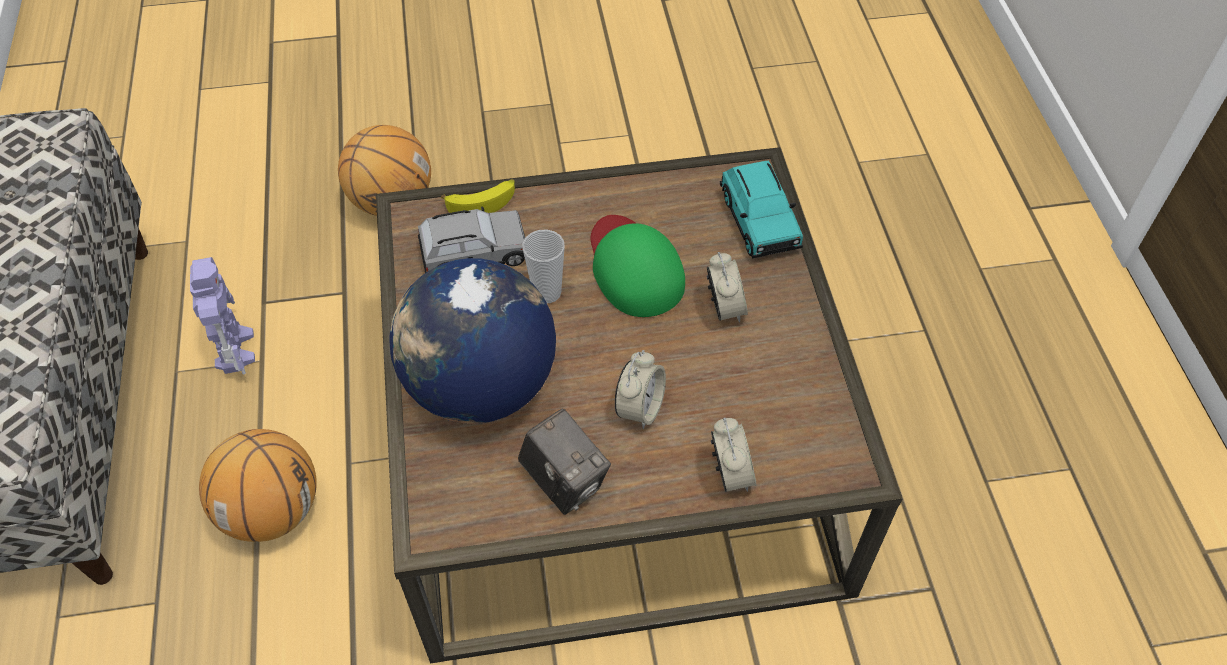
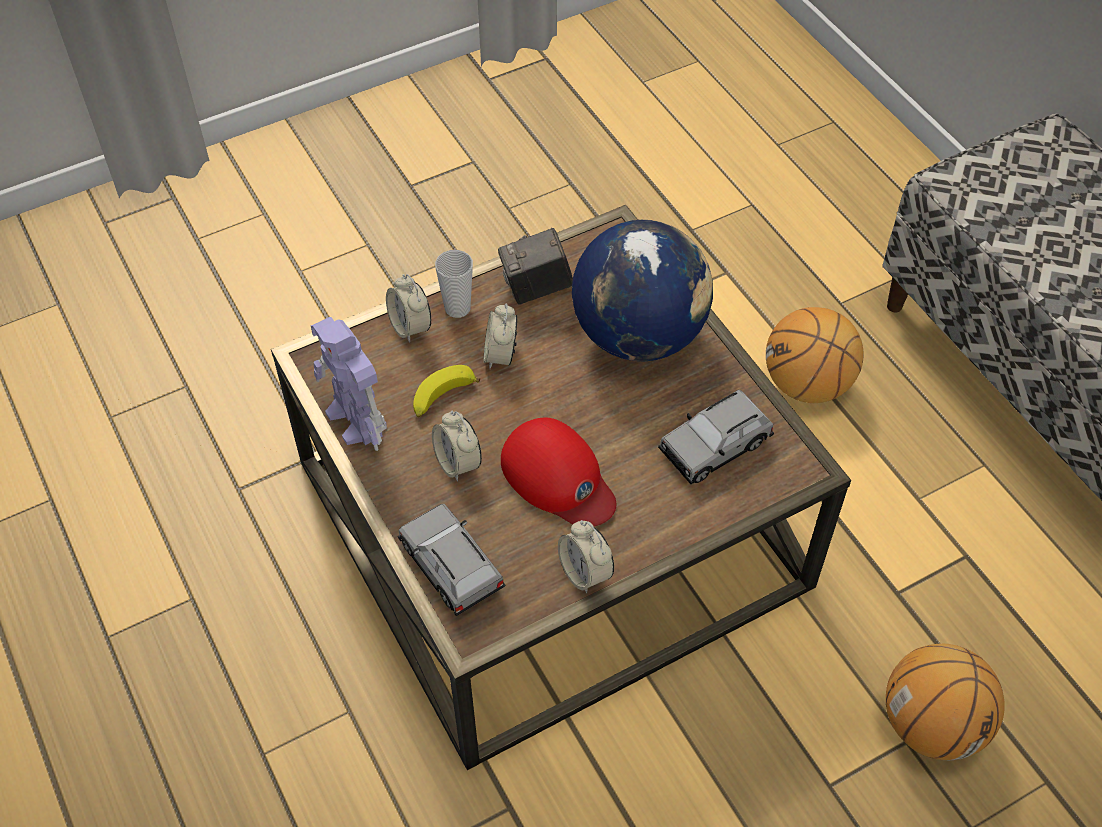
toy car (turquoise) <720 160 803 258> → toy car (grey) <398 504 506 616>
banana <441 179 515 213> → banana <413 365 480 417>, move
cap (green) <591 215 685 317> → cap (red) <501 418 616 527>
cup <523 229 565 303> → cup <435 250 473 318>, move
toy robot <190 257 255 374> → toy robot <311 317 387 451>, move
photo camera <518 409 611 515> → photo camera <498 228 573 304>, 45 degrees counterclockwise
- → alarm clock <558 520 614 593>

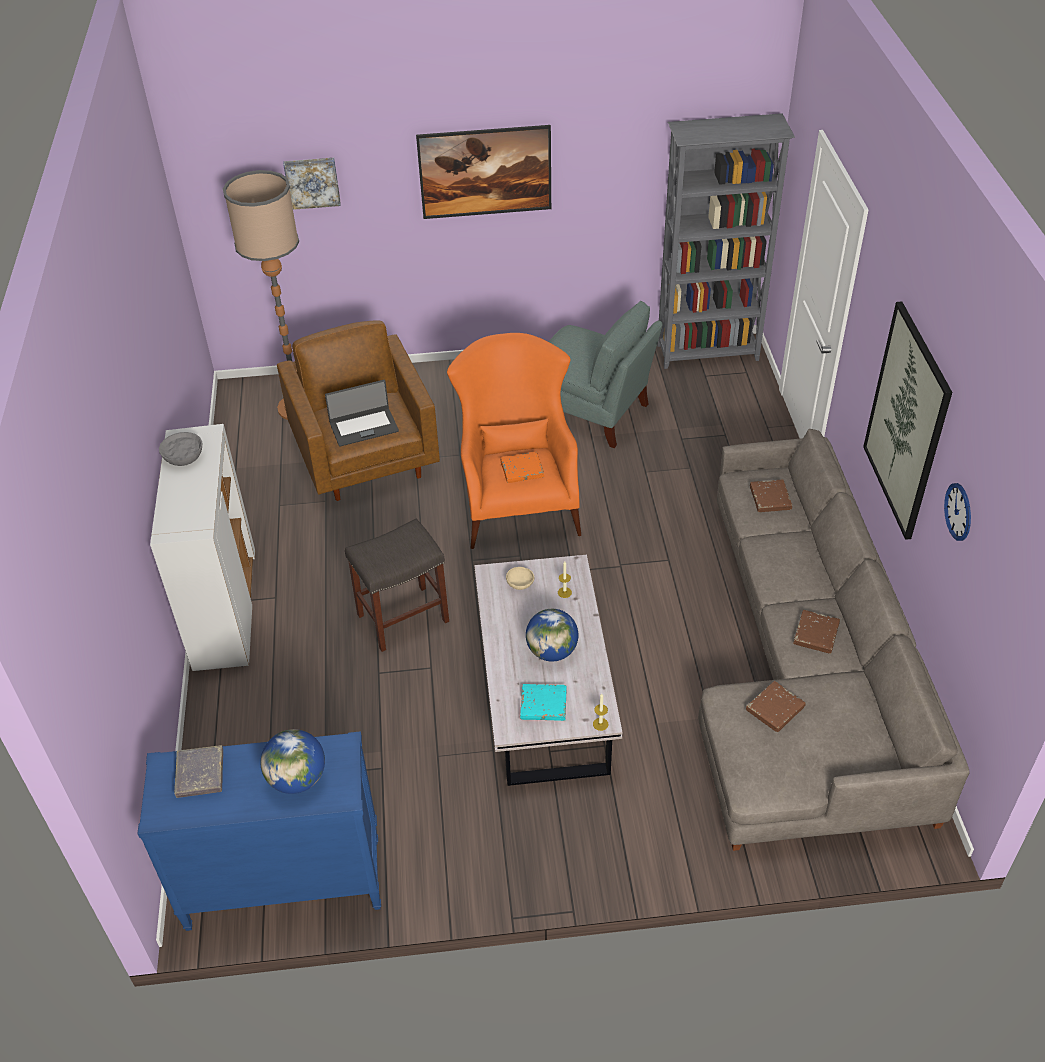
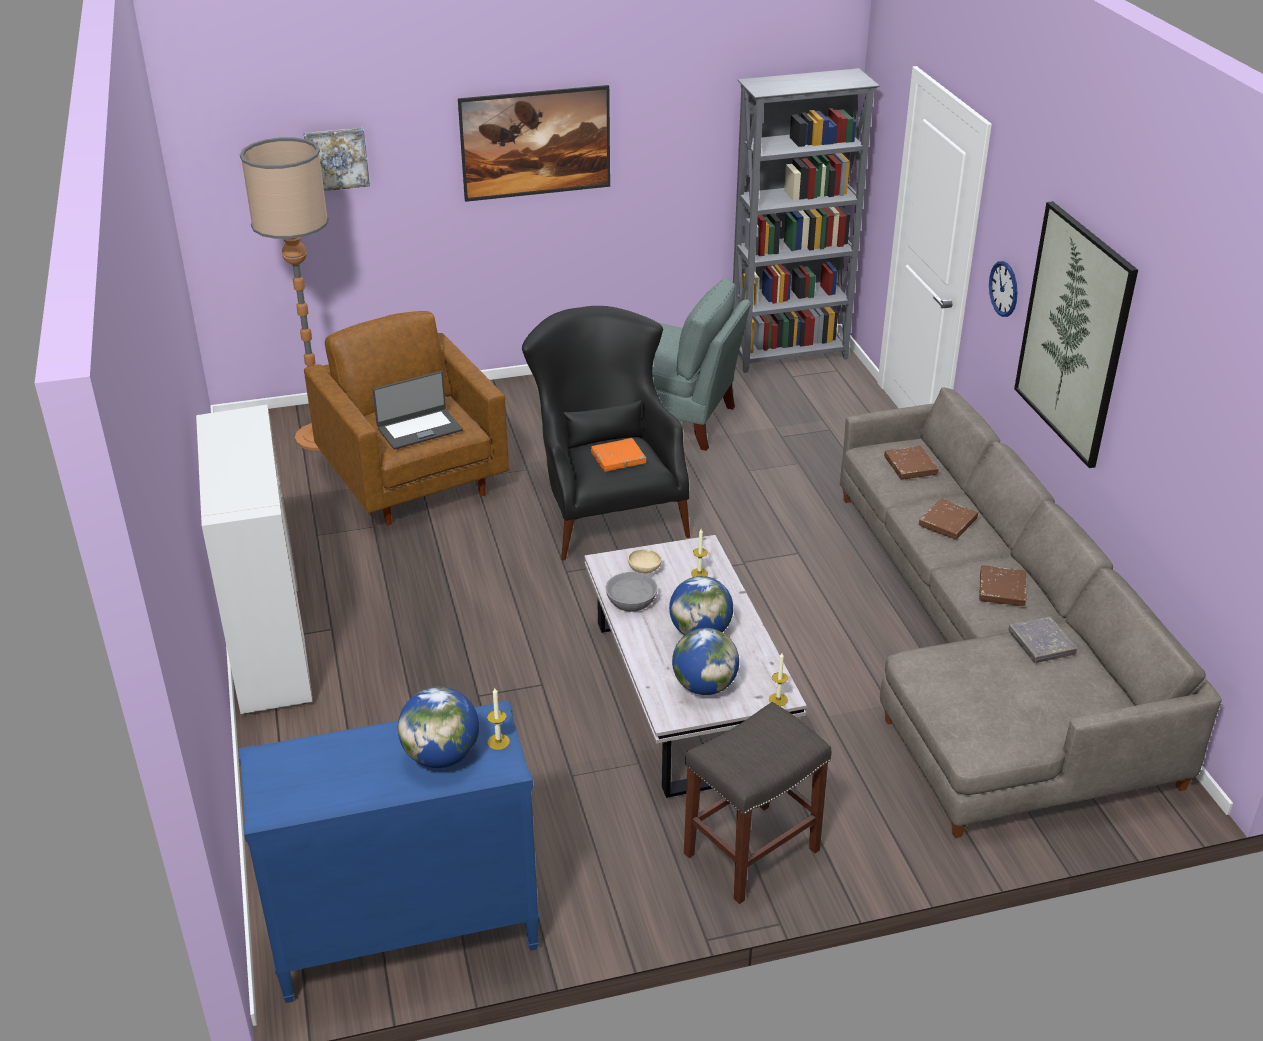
armchair (orange) <447 333 581 549> → armchair (black) <522 306 690 561>
bowl (grey) <159 432 202 466> → bowl (grey) <605 572 657 612>, move
wall clock <944 483 971 541> → wall clock <989 261 1018 317>, move
stool (grey) <345 519 449 652> → stool (grey) <684 702 831 904>, move
book (brown) <746 681 806 732> → book (brown) <918 498 978 539>, move
book (turquoise) <520 684 567 721> → globe <672 628 739 695>
book (grey) <174 745 223 798> → book (grey) <1008 617 1077 663>, move
- → candle <487 688 510 750>

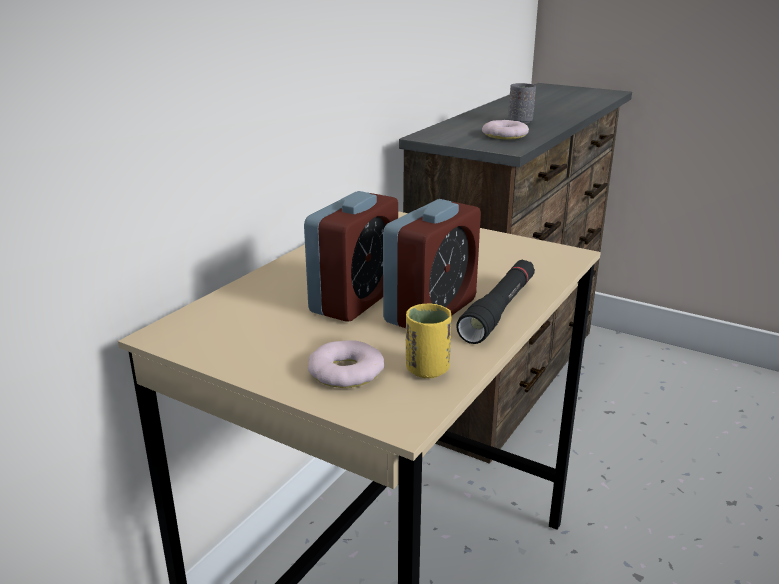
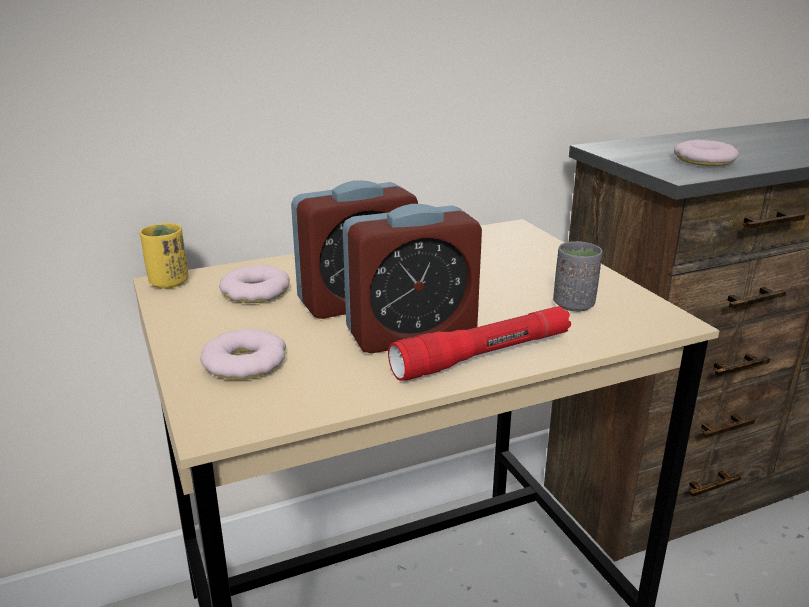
cup (grey) <508 83 536 124> → cup (grey) <553 241 603 312>, move
flashlight (black) <456 260 535 344> → flashlight (red) <388 306 571 381>
cup (yellow) <406 303 451 378> → cup (yellow) <140 223 189 289>, move
- → donut <219 265 290 303>

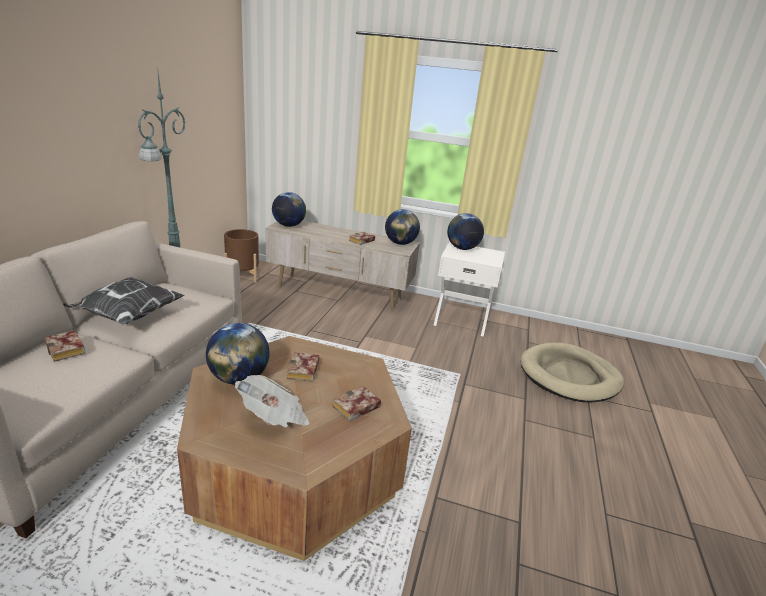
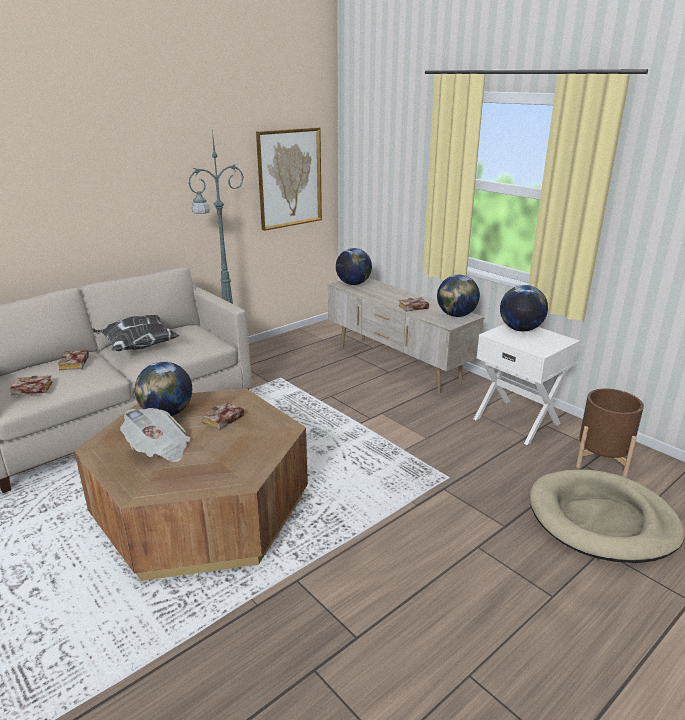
planter (brown) <224 229 259 283> → planter (brown) <576 388 644 478>, move
book <333 386 381 422> → book <10 376 53 395>, move
- → picture <256 127 322 231>

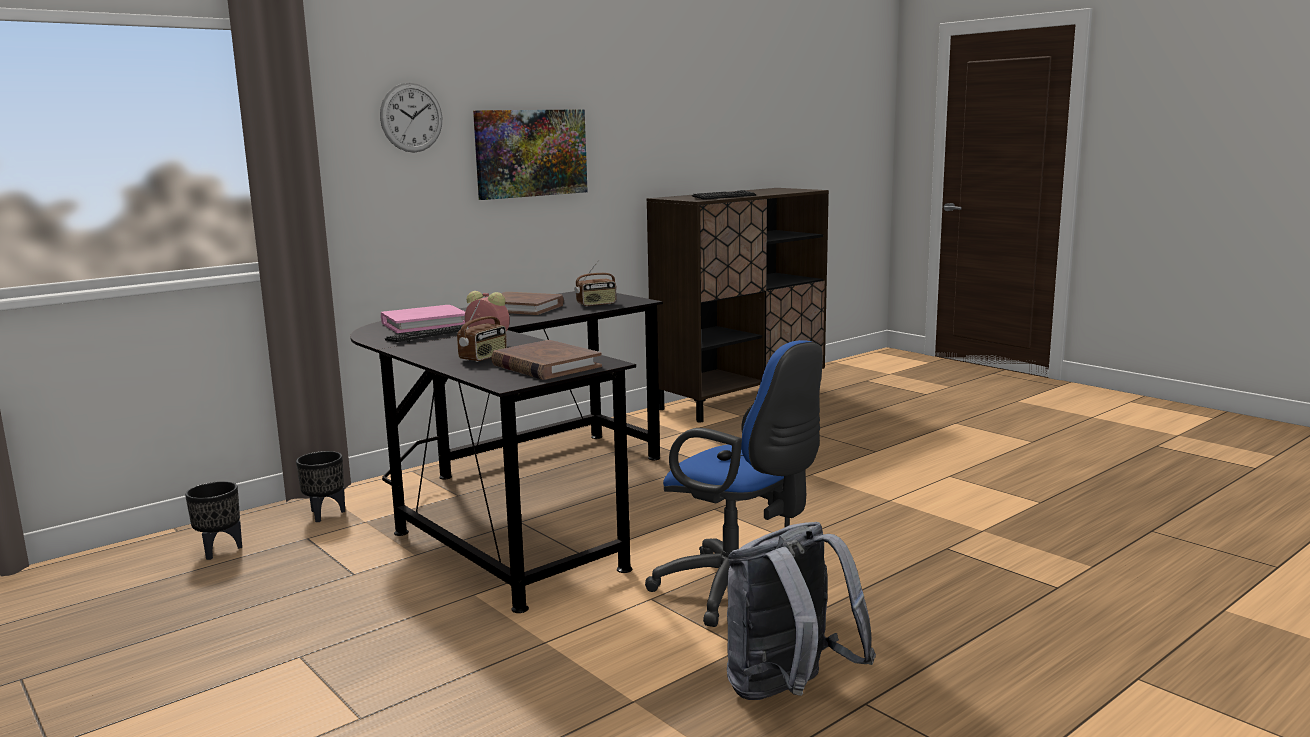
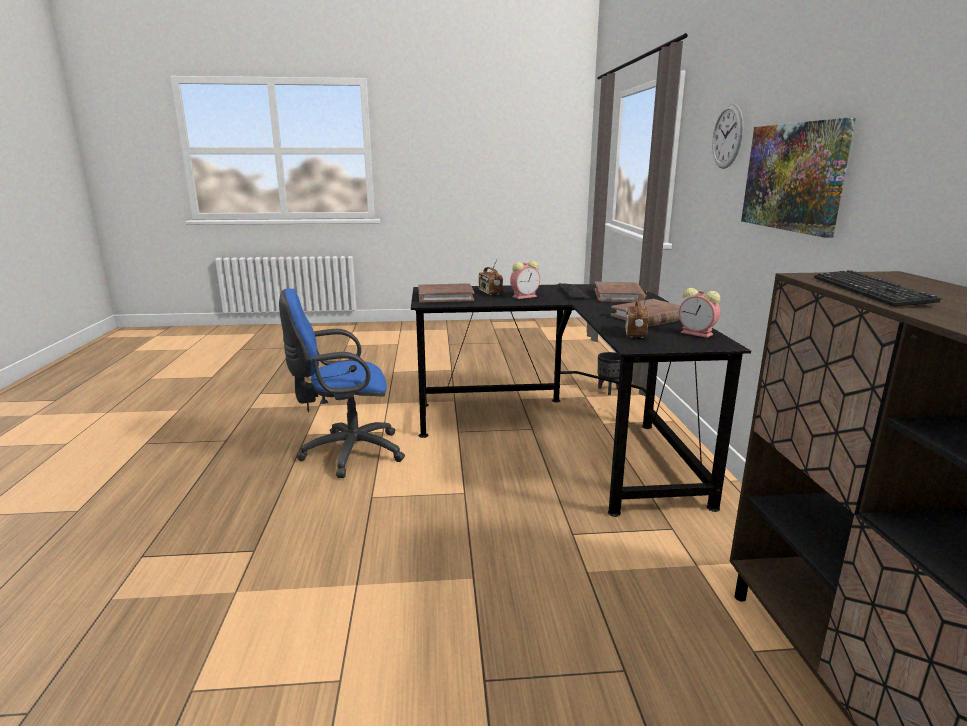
book (pink) <381 305 465 333> → book (brown) <595 282 646 302>
planter (black) <185 481 242 560> → -
backpack (grey) <727 522 876 700> → -
- → alarm clock <679 288 720 338>

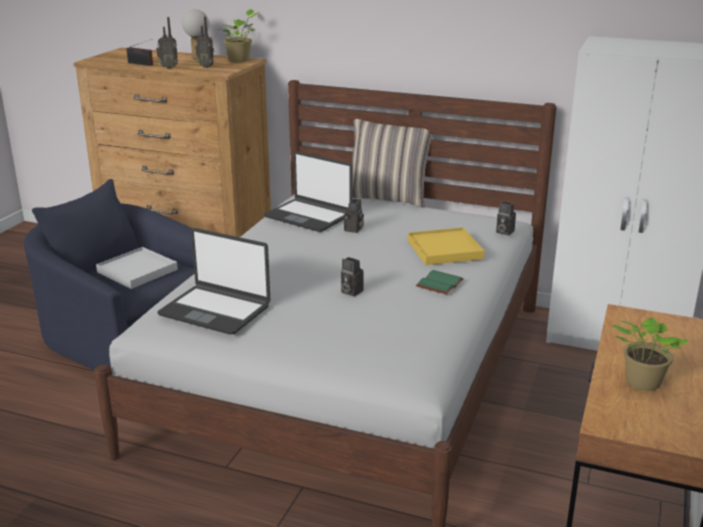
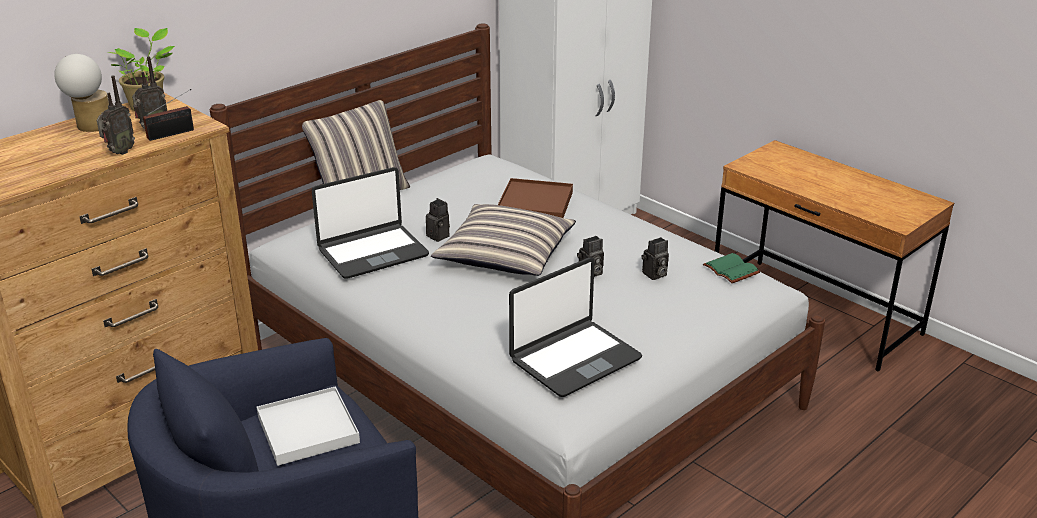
radio <126 39 153 66> → radio <143 89 194 141>, move
photo camera <496 202 516 236> → photo camera <642 237 669 280>, move
tray (yellow) <408 227 484 265> → tray (brown) <498 178 573 218>
book (green) <416 270 464 294> → book (green) <703 253 760 283>, move
potted plant <611 317 688 391> → -
- → pillow <431 204 576 276>

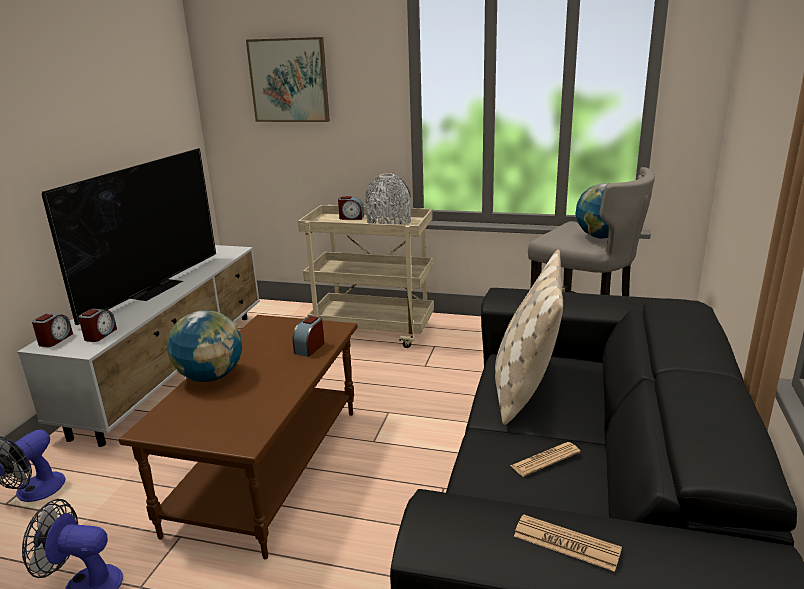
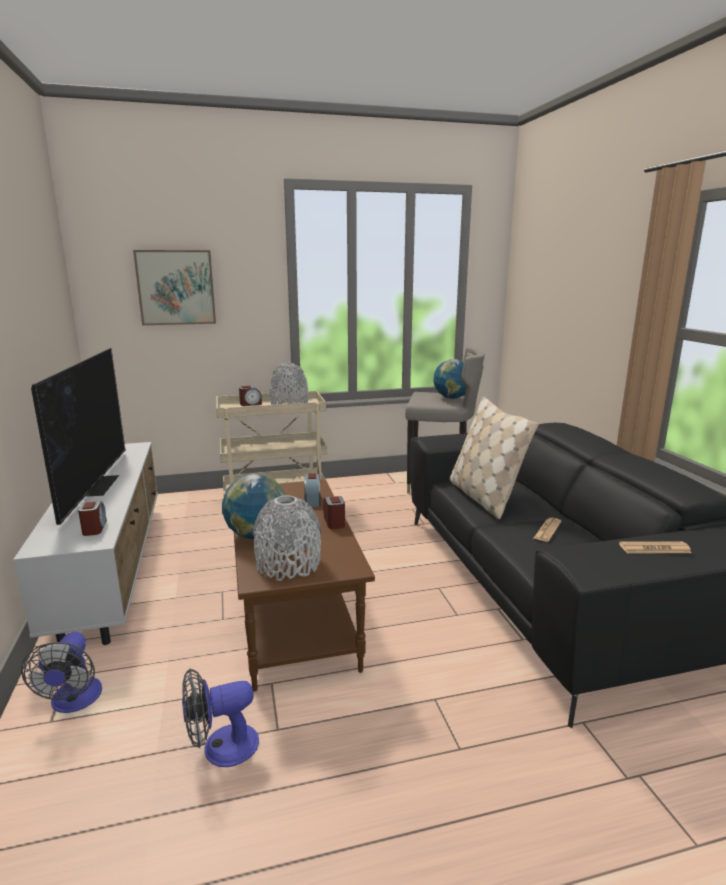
alarm clock <32 313 73 347> → alarm clock <323 496 345 529>, move
- → vase (grey) <252 495 322 581>

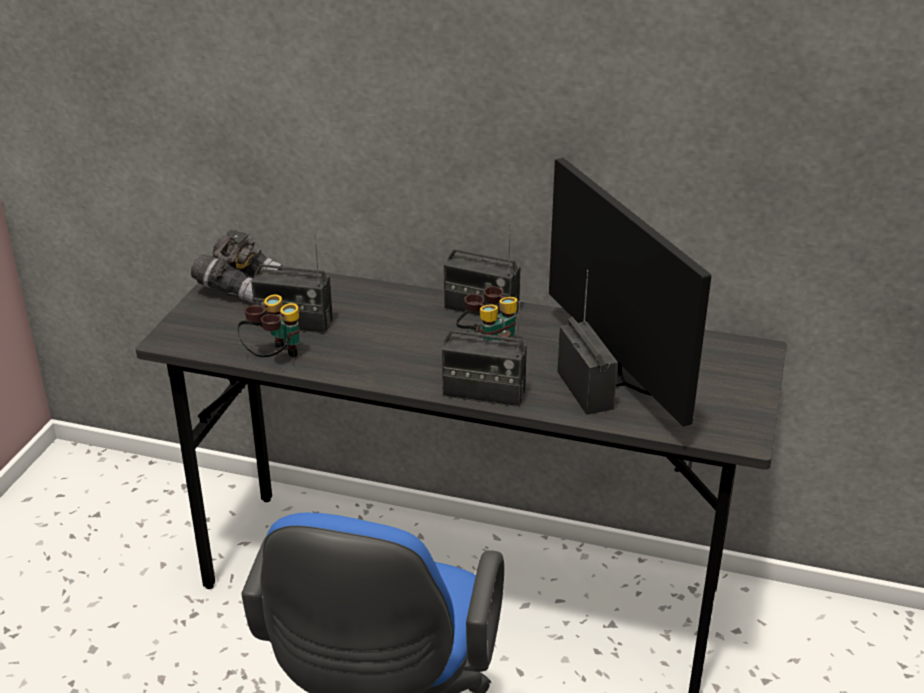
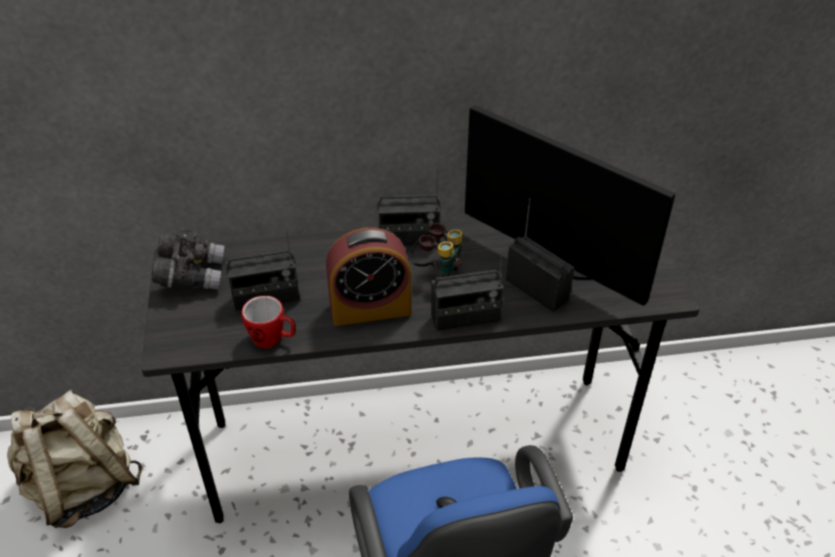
binoculars <238 295 300 357> → mug <241 296 296 348>
- → alarm clock <326 228 411 326>
- → backpack (beige) <7 390 143 528>

